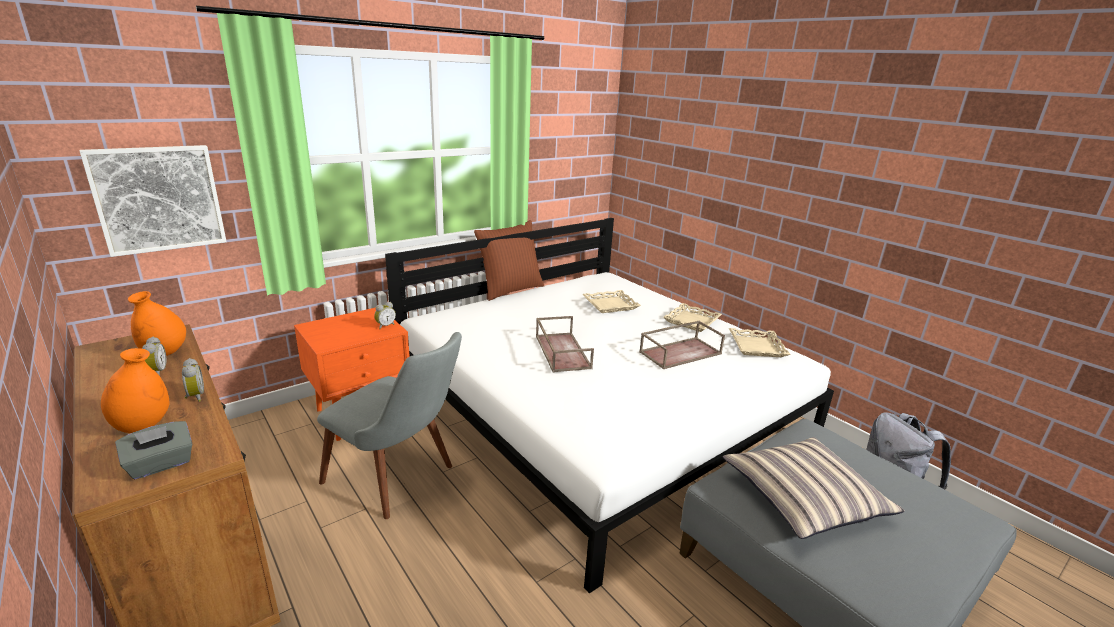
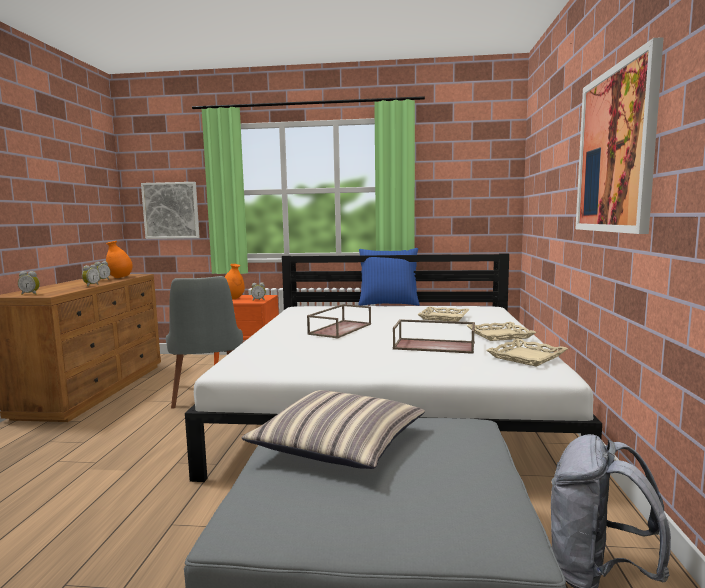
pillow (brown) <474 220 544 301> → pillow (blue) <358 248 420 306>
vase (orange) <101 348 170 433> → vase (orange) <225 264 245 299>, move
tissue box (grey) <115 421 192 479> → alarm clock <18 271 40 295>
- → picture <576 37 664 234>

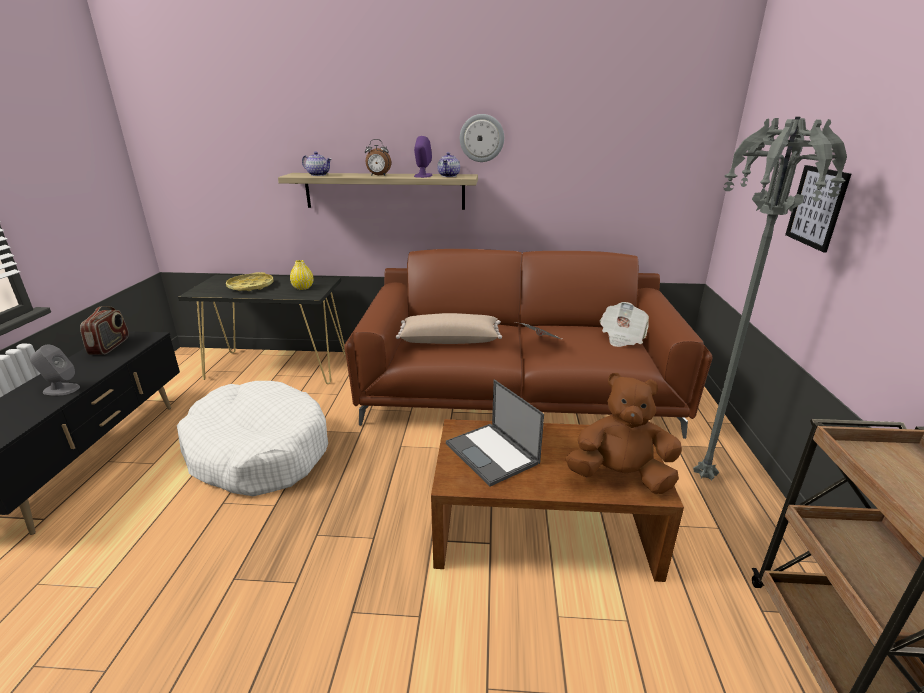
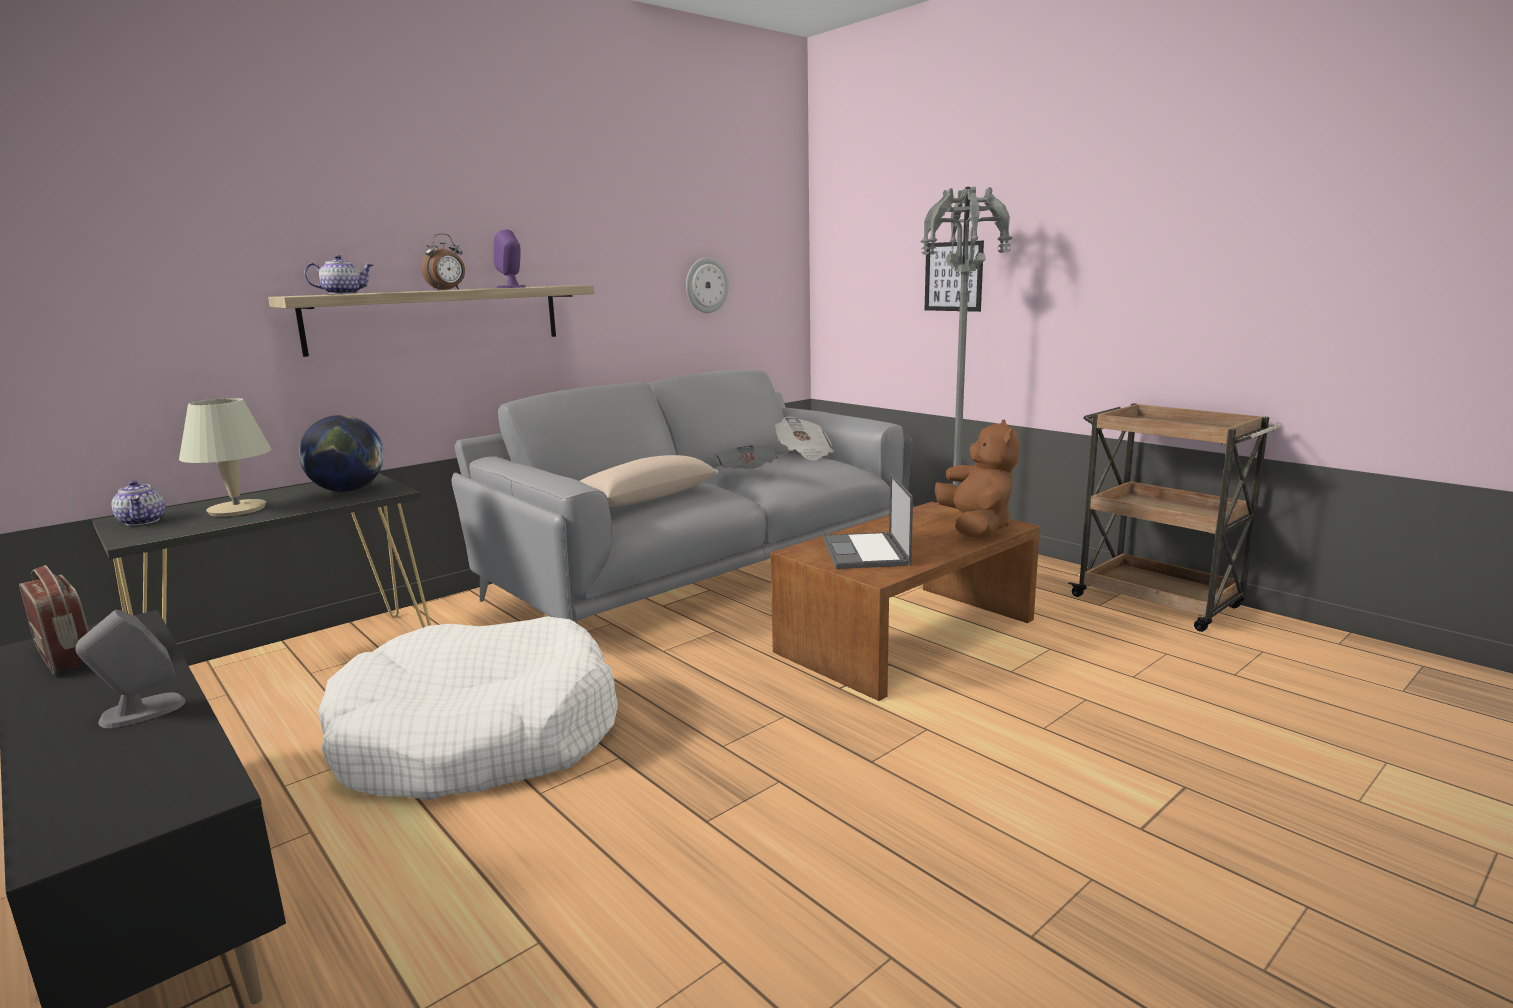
wall clock <460 114 504 162> → wall clock <686 257 729 313>, move
teapot <437 152 460 177> → teapot <112 480 165 526>, move
sofa (brown) <344 249 712 439> → sofa (grey) <451 370 912 623>
vase (yellow) <290 260 313 290> → globe <299 415 384 492>
tray (yellow) <226 272 274 291> → table lamp (beige) <179 398 271 517>
plush toy (brown) <566 373 682 494> → plush toy (brown) <935 420 1020 539>, 120 degrees clockwise
laptop <446 379 544 486> → laptop <823 473 913 569>, 75 degrees clockwise

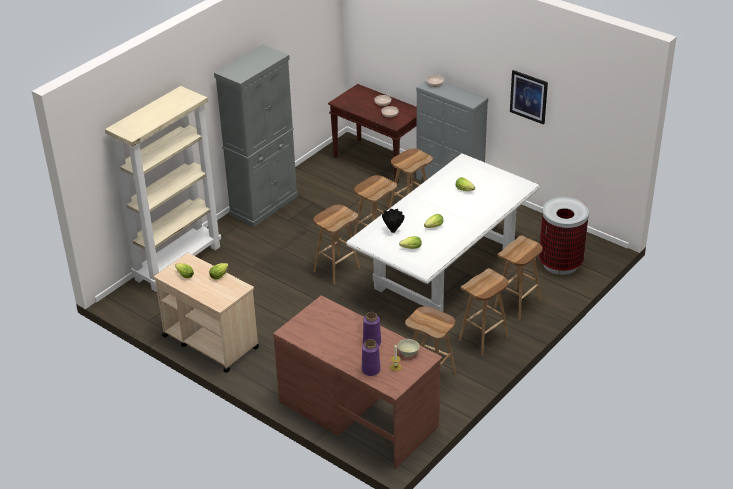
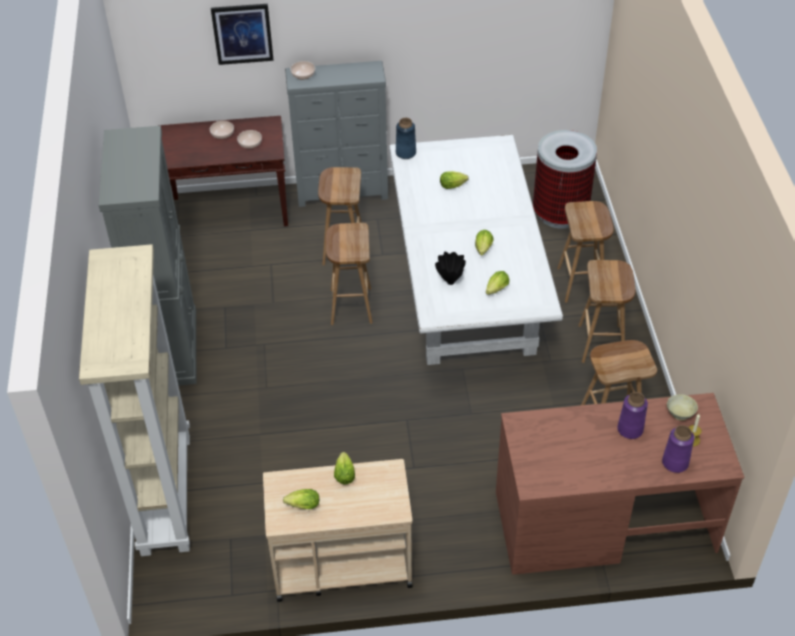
picture <510 70 548 125> → picture <211 4 274 65>, move
stool (brown) <313 205 360 285> → -
- → vase (blue) <396 118 416 159>

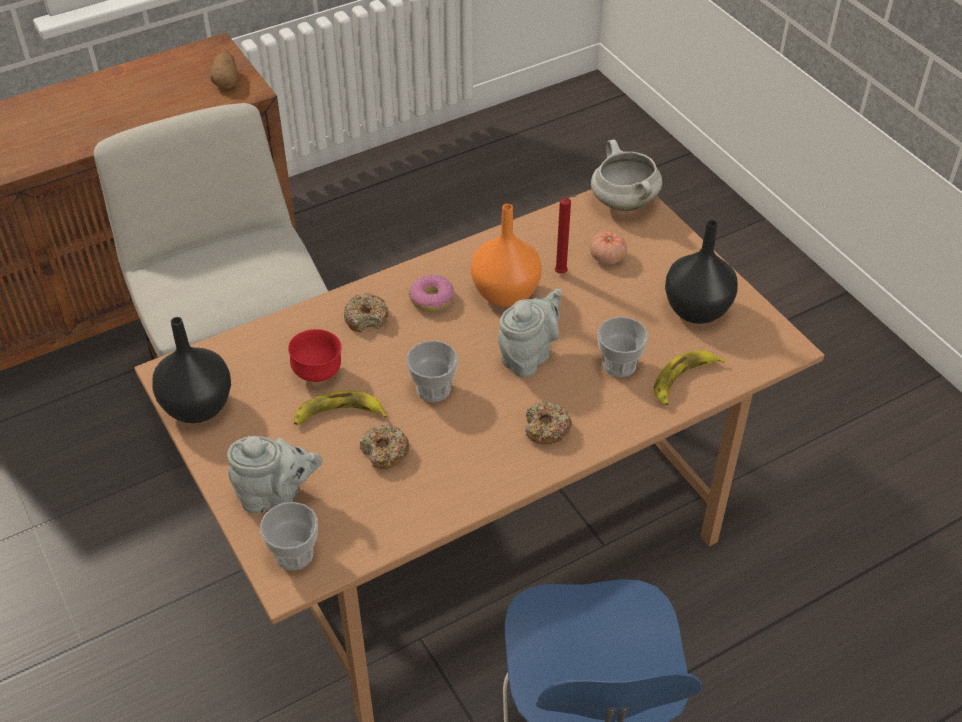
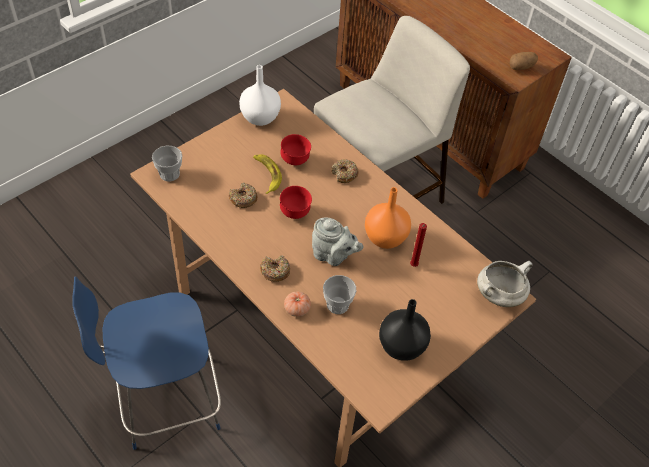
tomato <590 231 627 264> → tomato <284 291 311 317>, move
donut <409 274 454 312> → -
vase (black) <152 317 231 423> → vase (white) <239 65 281 126>
cup <406 340 458 402> → bowl (red) <280 186 312 219>
banana <654 350 726 406> → -
teapot (grey) <227 436 323 514> → -

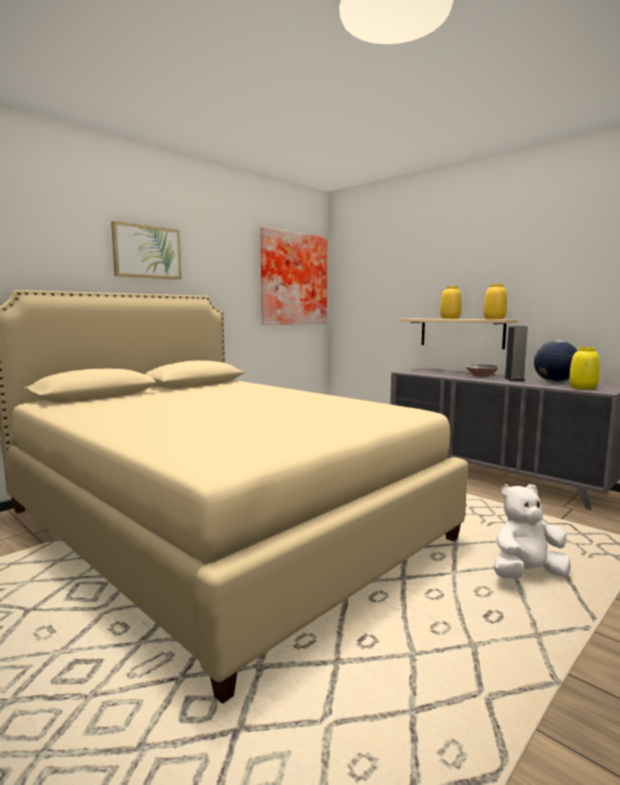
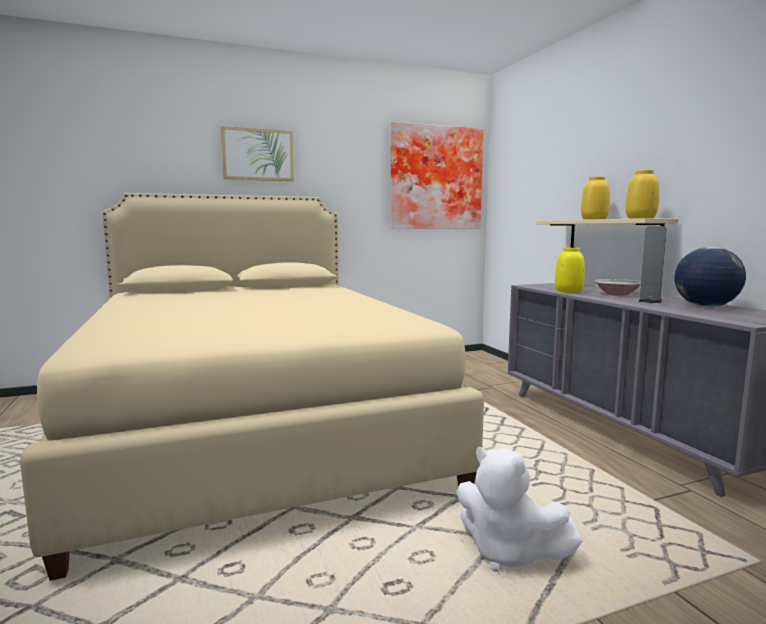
vase (yellow) <569 347 600 390> → vase (yellow) <555 248 585 293>, move
plush toy (white) <494 484 571 579> → plush toy (white) <457 446 583 572>, 150 degrees counterclockwise

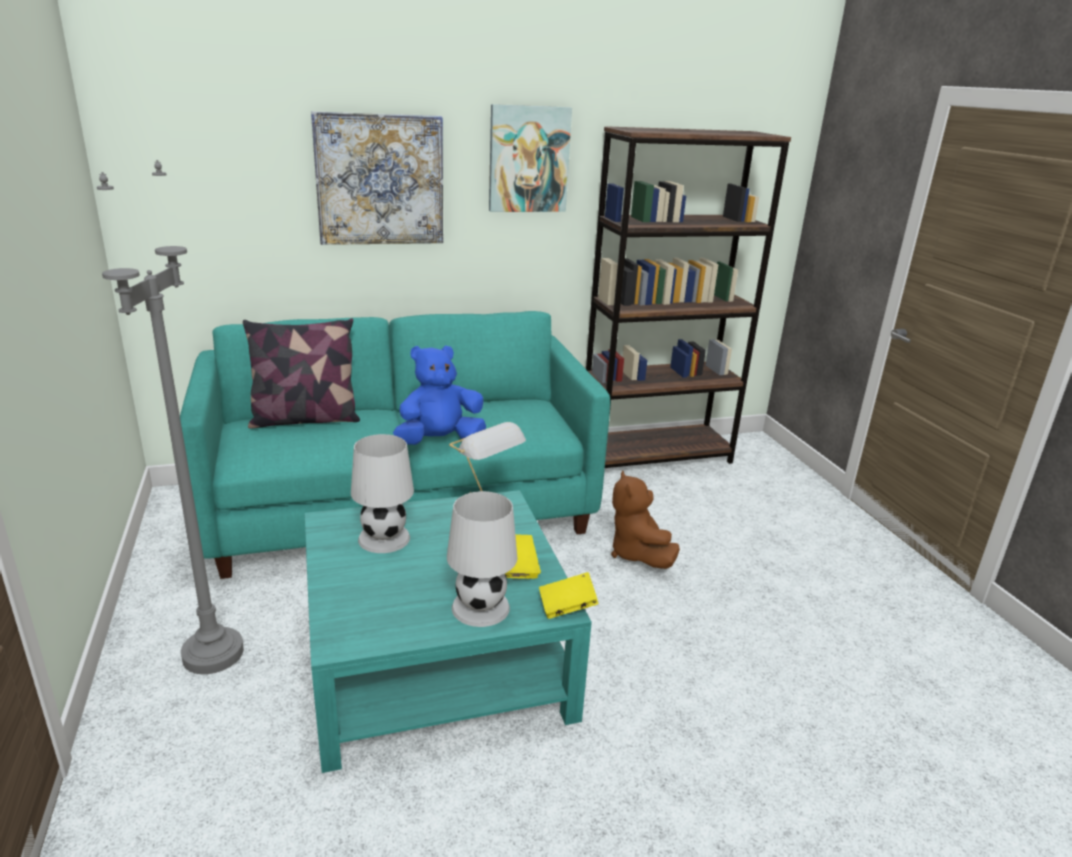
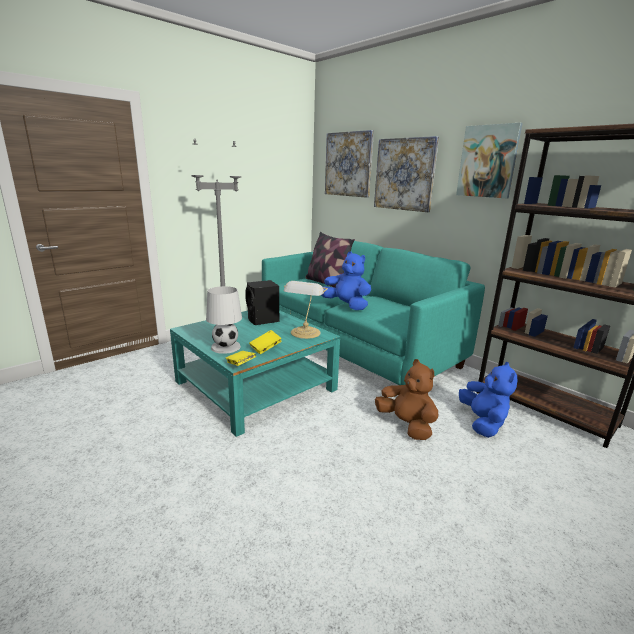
table lamp (white) <351 434 414 553> → speaker (black) <245 280 279 325>
plush toy (brown) <611 471 680 569> → plush toy (brown) <375 359 438 440>, 90 degrees clockwise
- → picture <325 130 374 198>
- → plush toy (blue) <459 362 517 438>

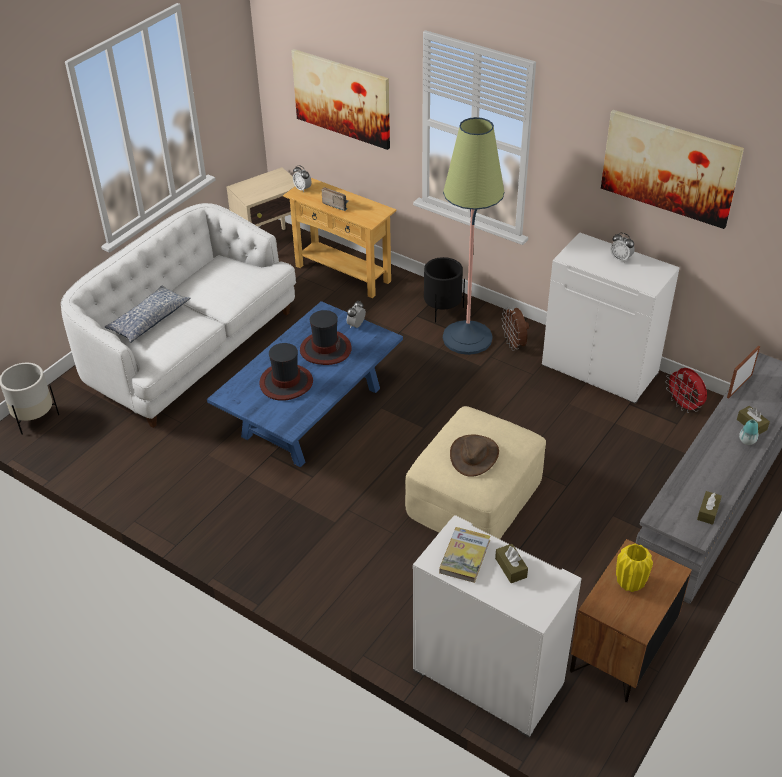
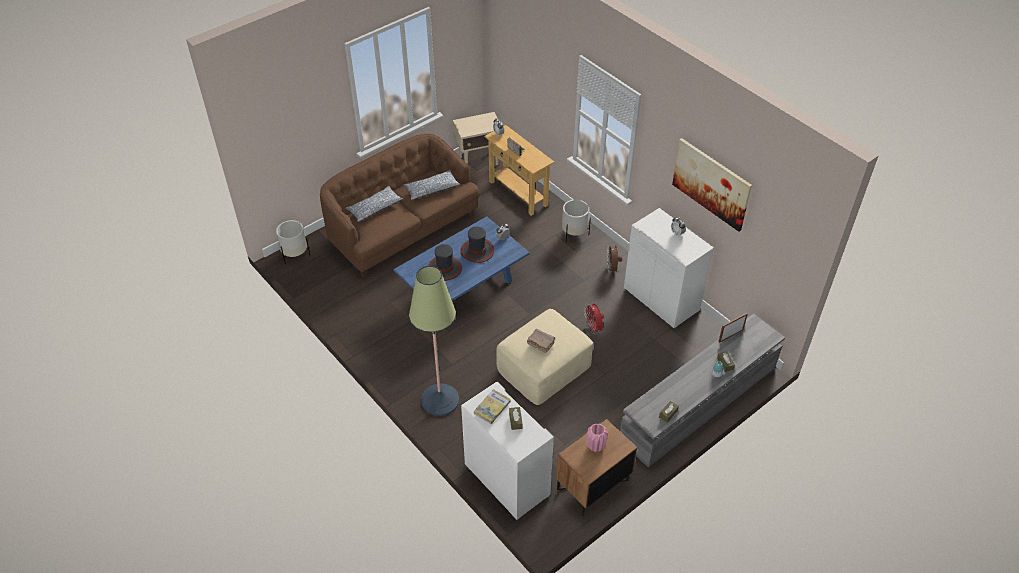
picture <291 49 390 150> → -
floor lamp <443 117 504 355> → floor lamp <409 266 459 416>, move
sofa (white) <61 203 296 428> → sofa (brown) <320 134 479 277>
planter (black) <424 257 465 323> → planter (white) <562 200 591 242>
fan (red) <665 368 707 413> → fan (red) <584 304 604 334>, move
hat (brown) <450 435 499 477> → book (brown) <527 329 556 353>
vase (yellow) <616 544 653 592> → vase (pink) <586 424 608 452>
- → pillow <403 170 461 200>

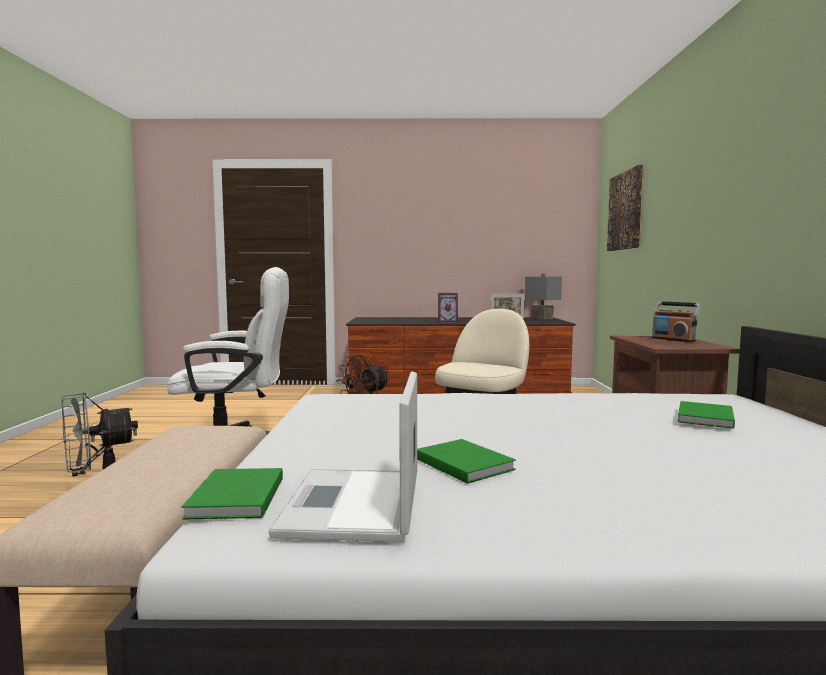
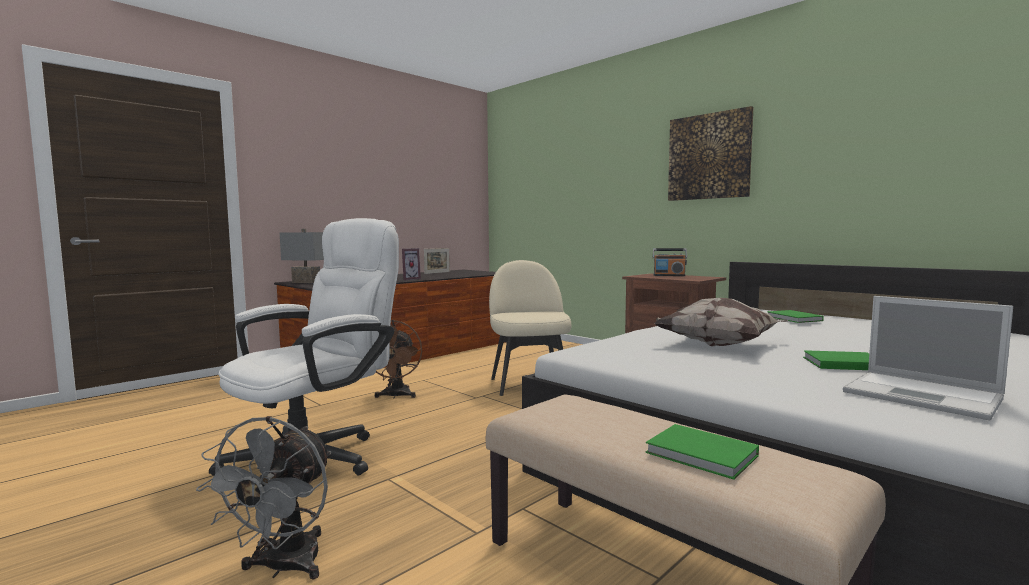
picture <607 165 644 251> → picture <668 106 754 201>, move
table lamp (grey) <525 274 562 319> → table lamp (grey) <280 229 324 283>, move
book (green) <182 468 283 520> → book (green) <646 424 759 479>, move
- → pillow <655 298 789 347>

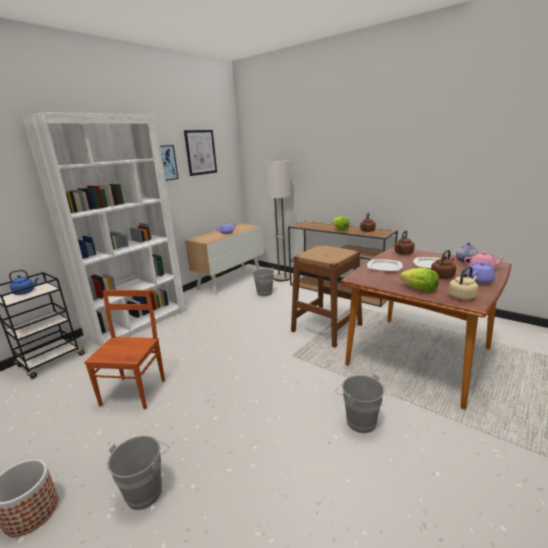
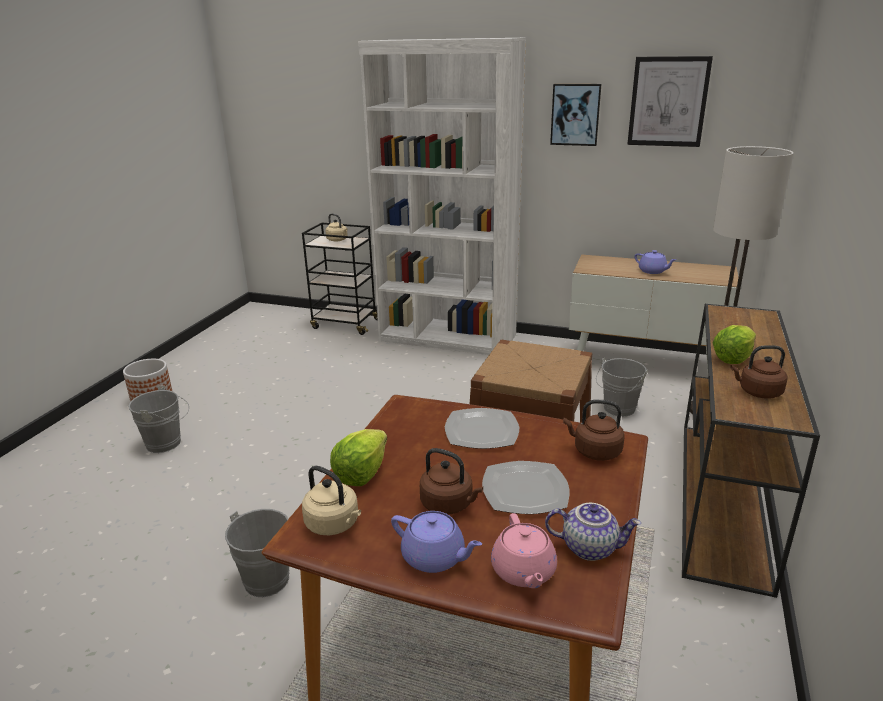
kettle (blue) <9 270 39 295> → kettle (beige) <326 214 348 241>
chair (brown) <84 290 165 409> → -

